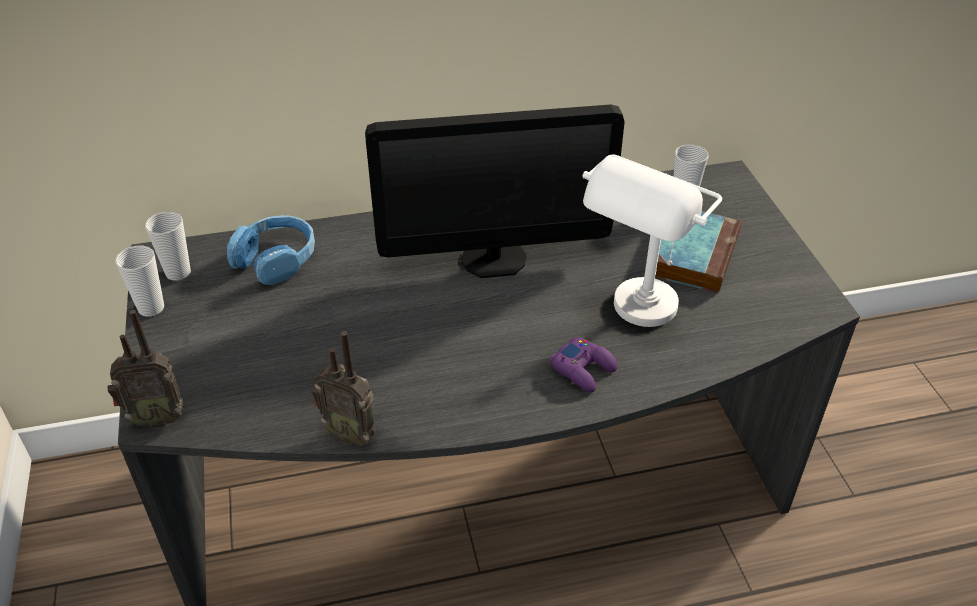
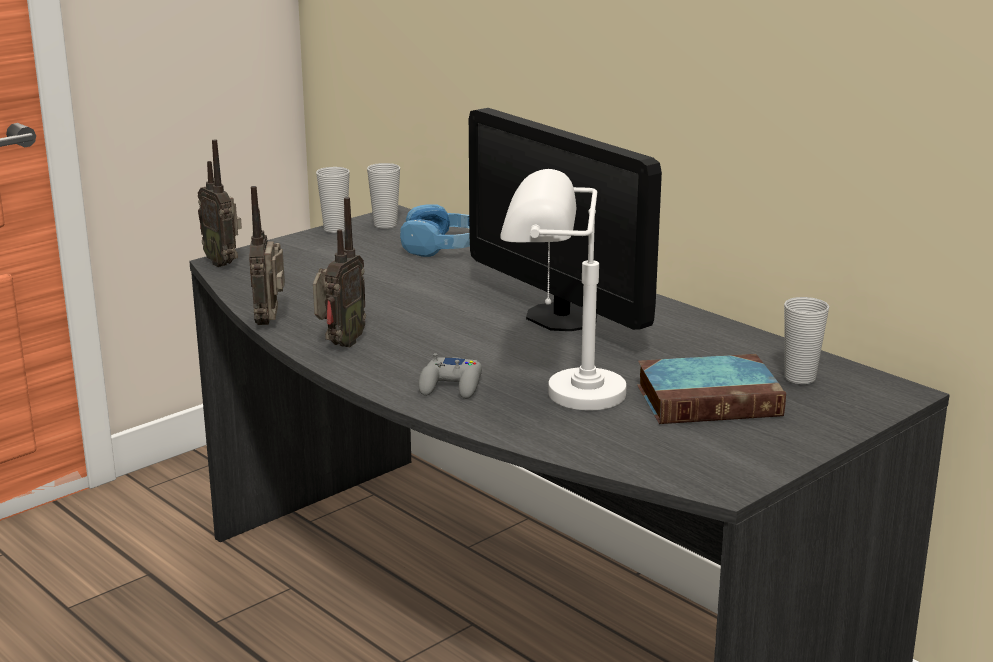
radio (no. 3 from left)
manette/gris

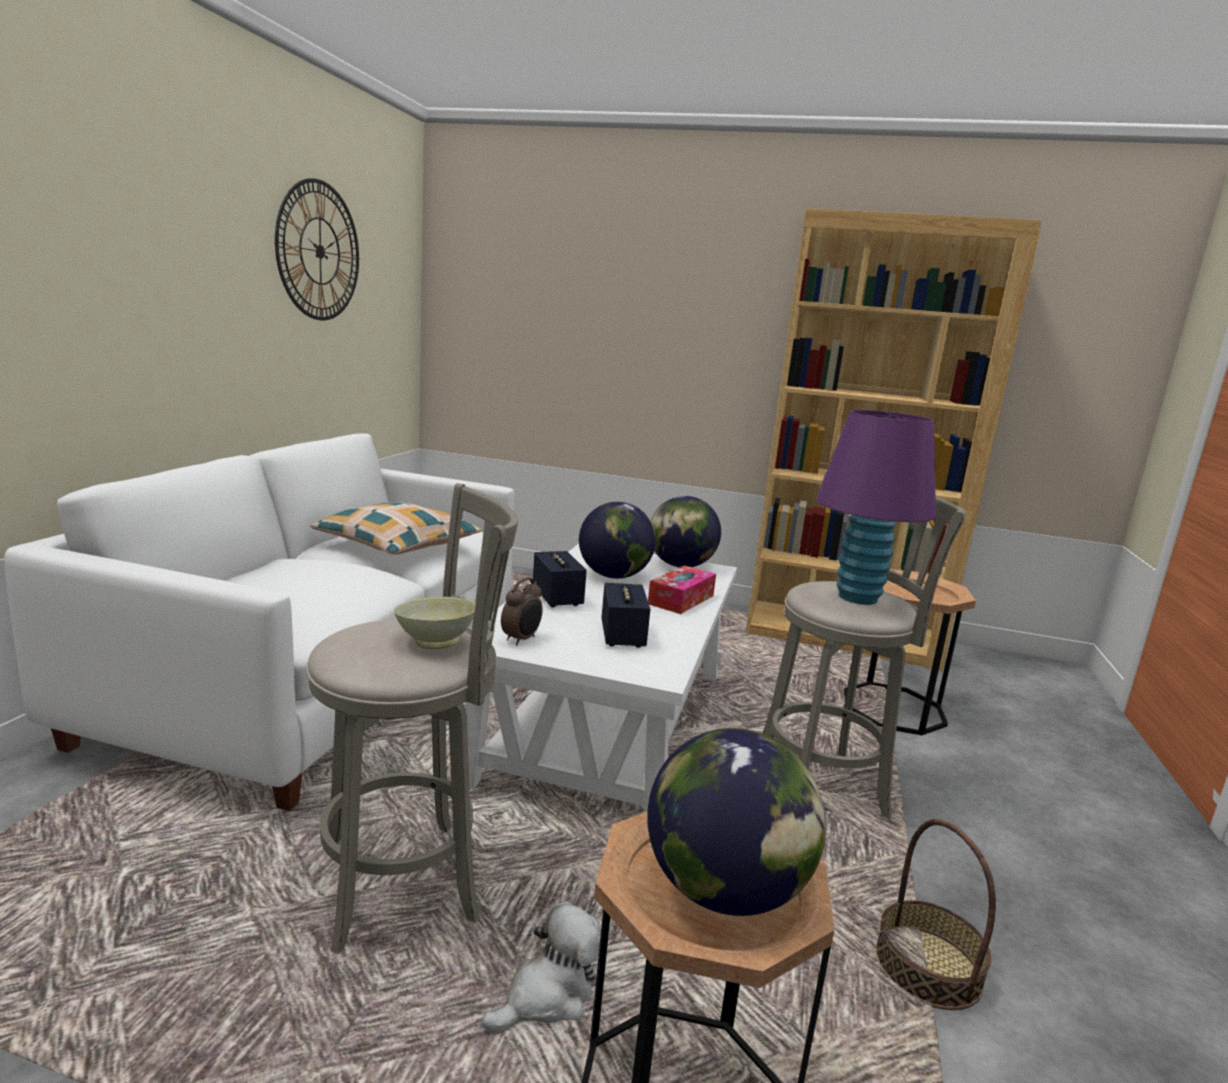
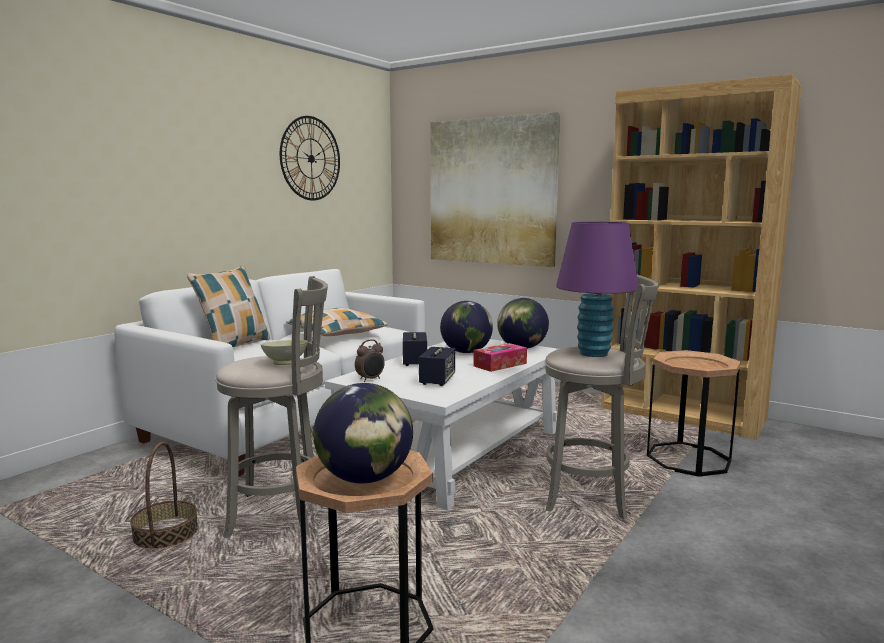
panier
coussin (no. 1 from left)
tableau
peluche

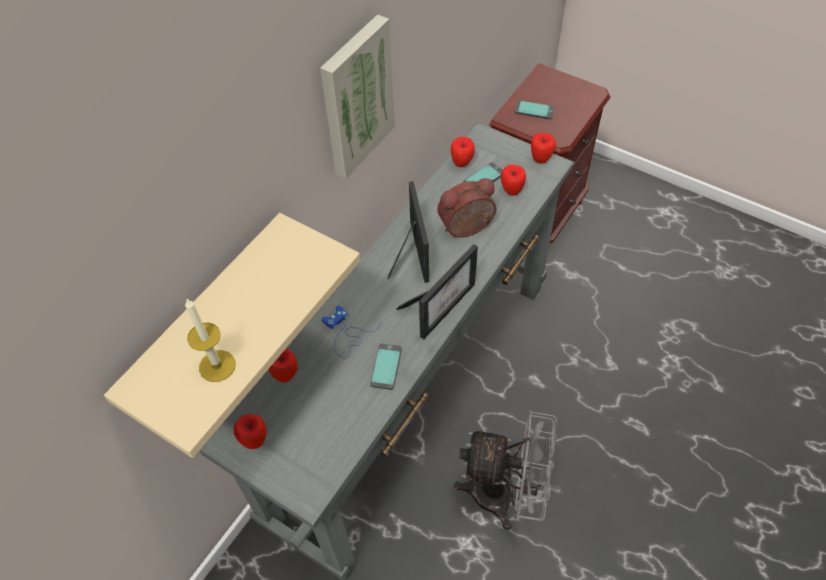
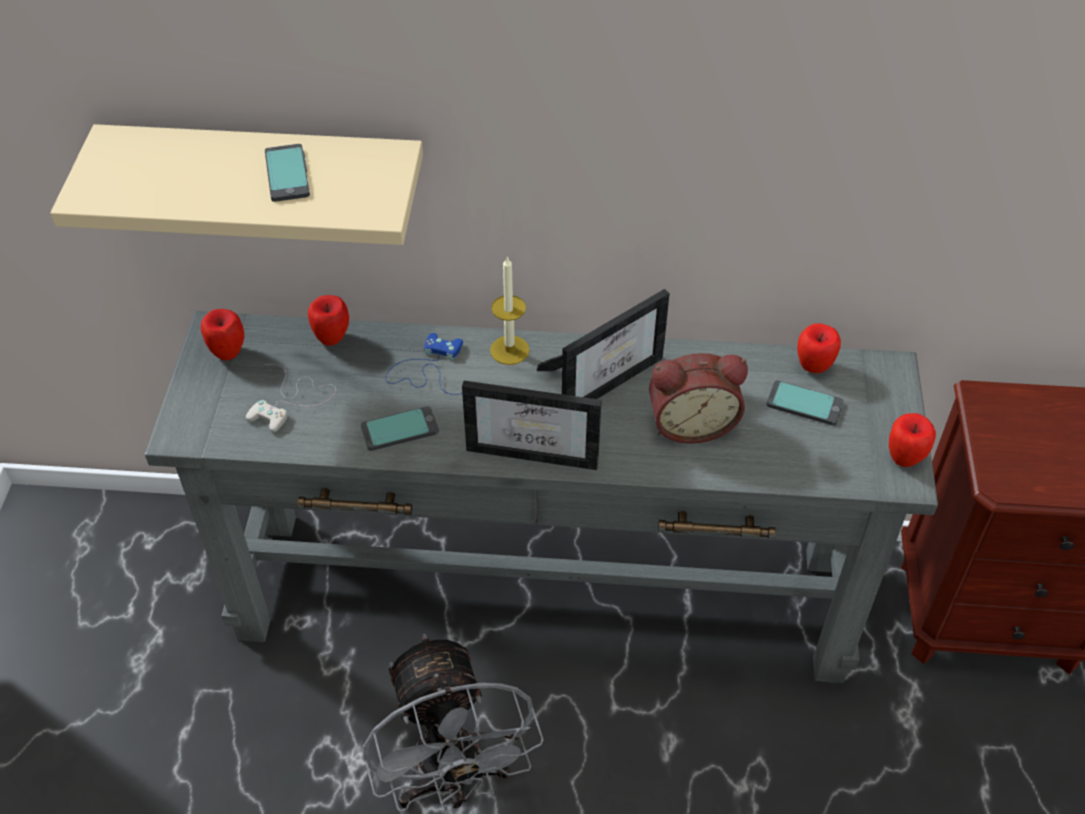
manette/blanc
téléphone (no. 1 from left)
bougie
réveil
tableau
pomme (no. 4 from left in the first image)

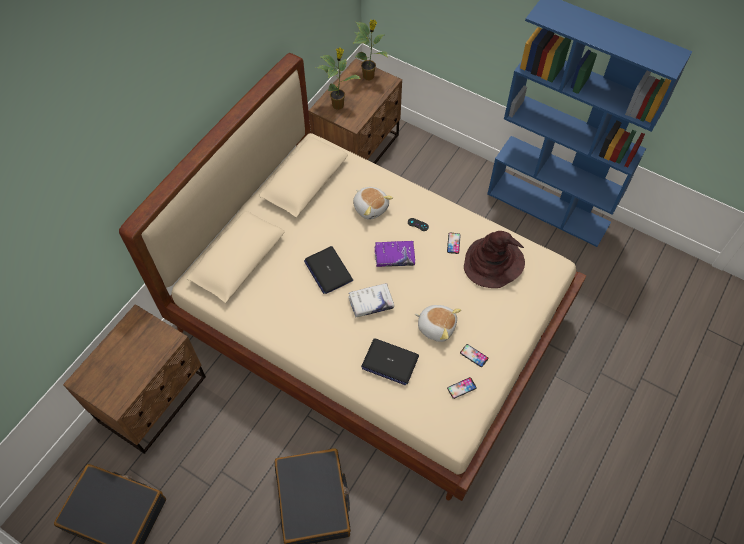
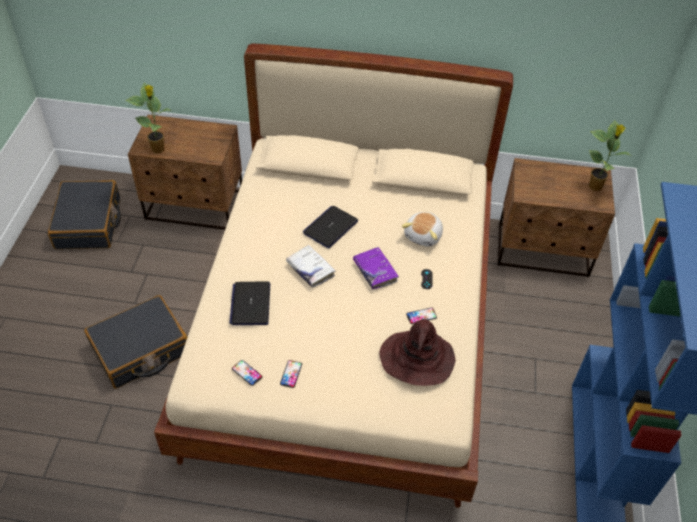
plante en pot (no. 1 from left)
peluche (no. 2 from left in the first image)

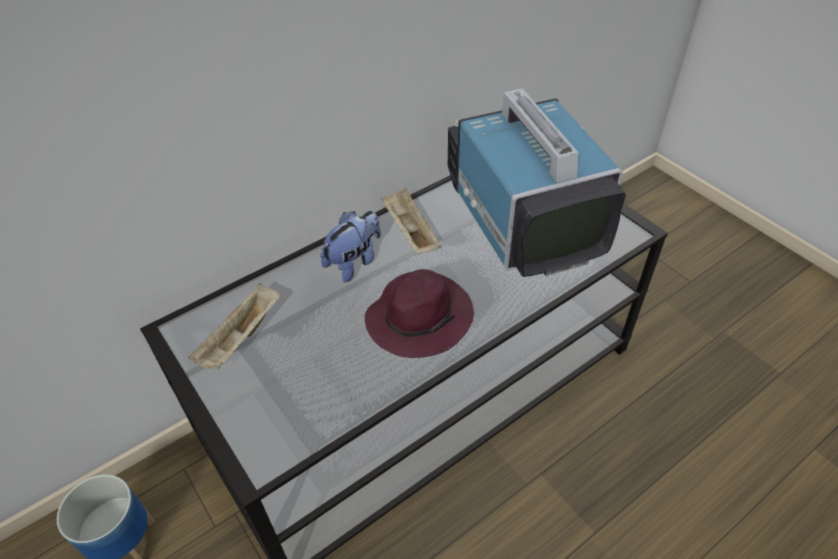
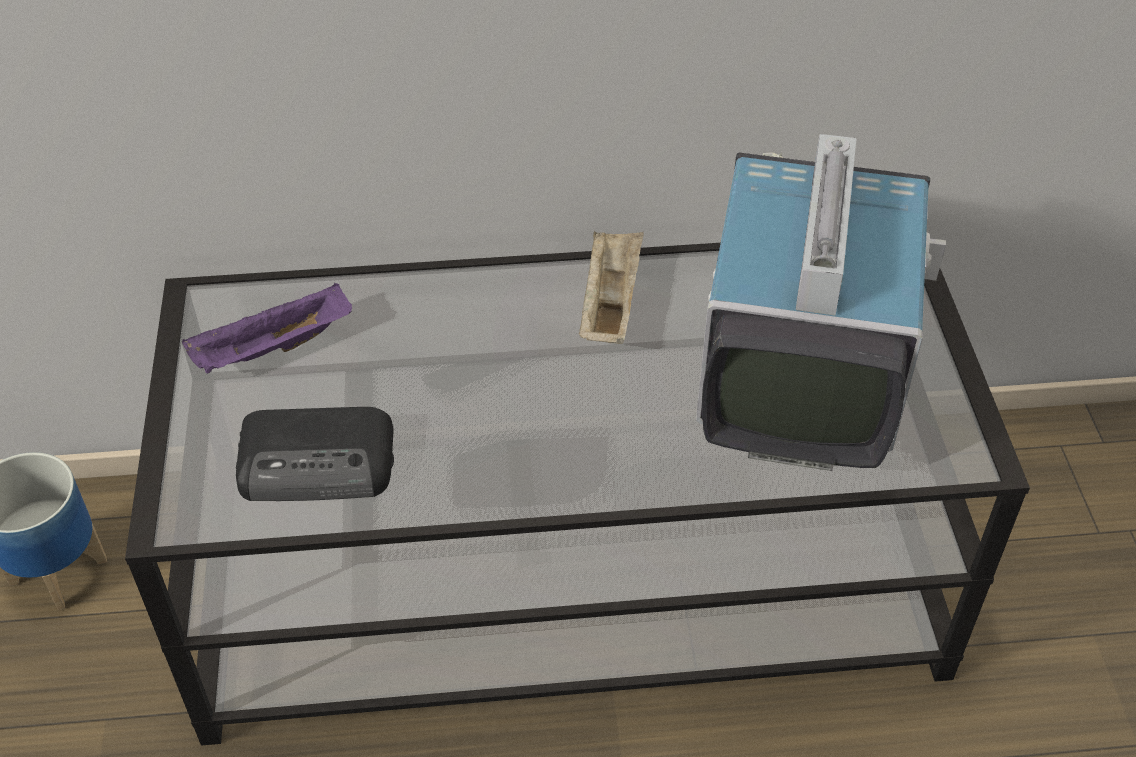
plateau/violet
radio
peluche
chapeau/violet

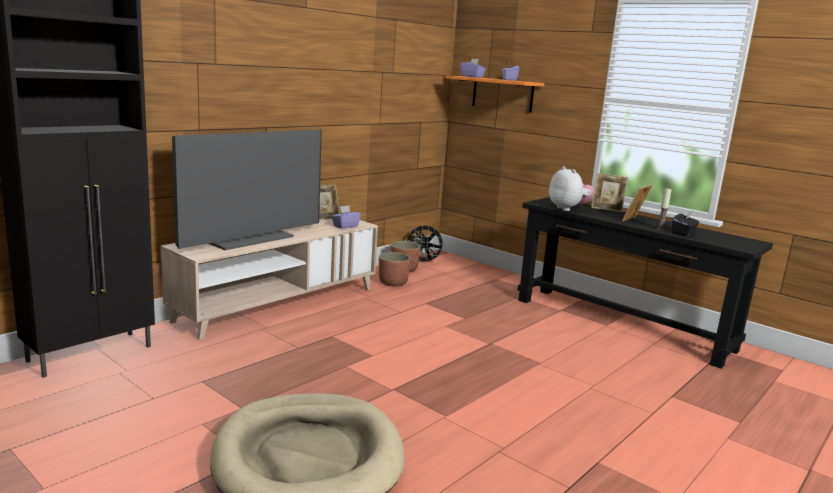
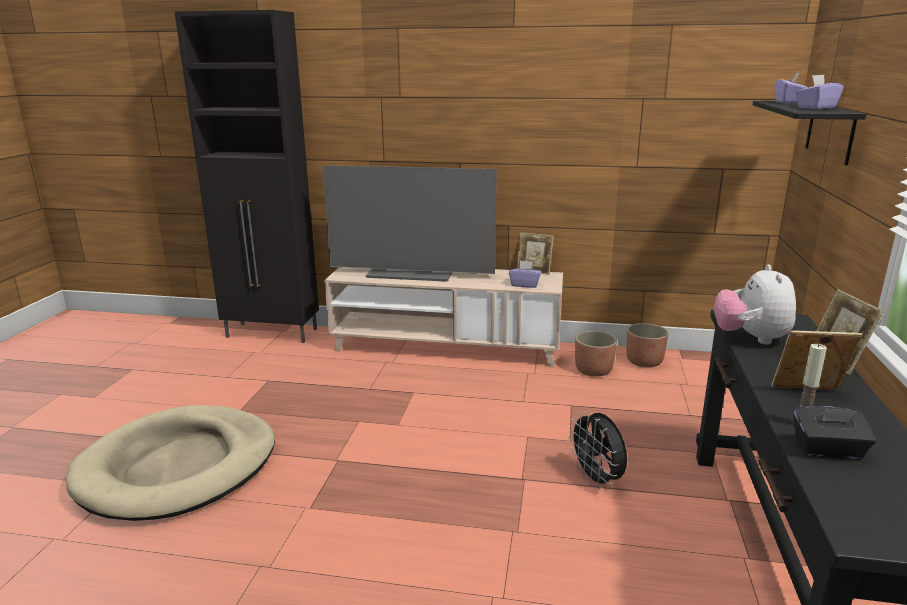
ventilateur/noir
peluche
étagère/noir

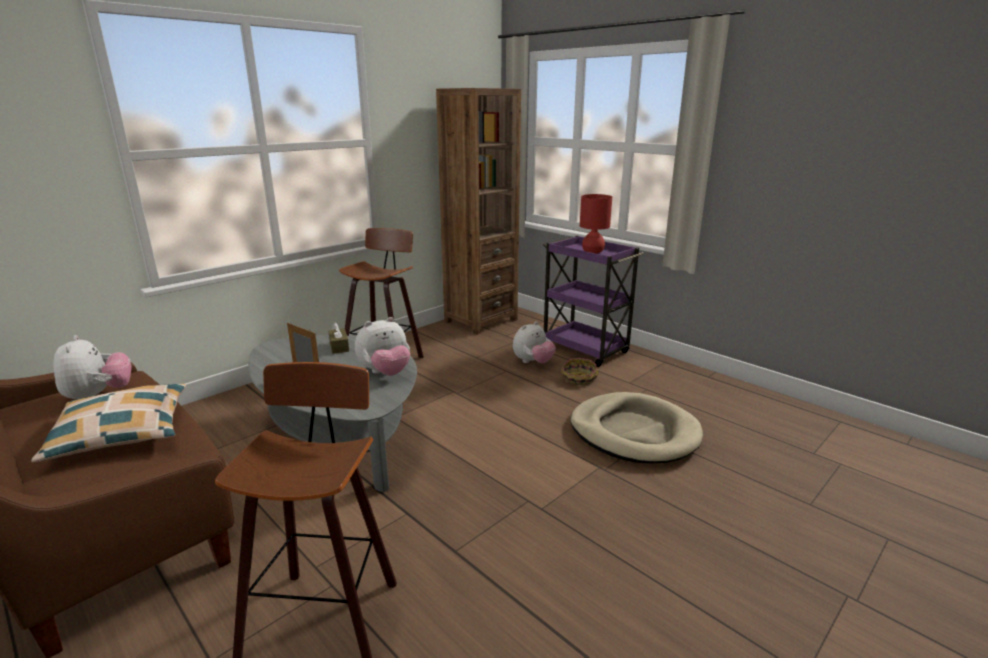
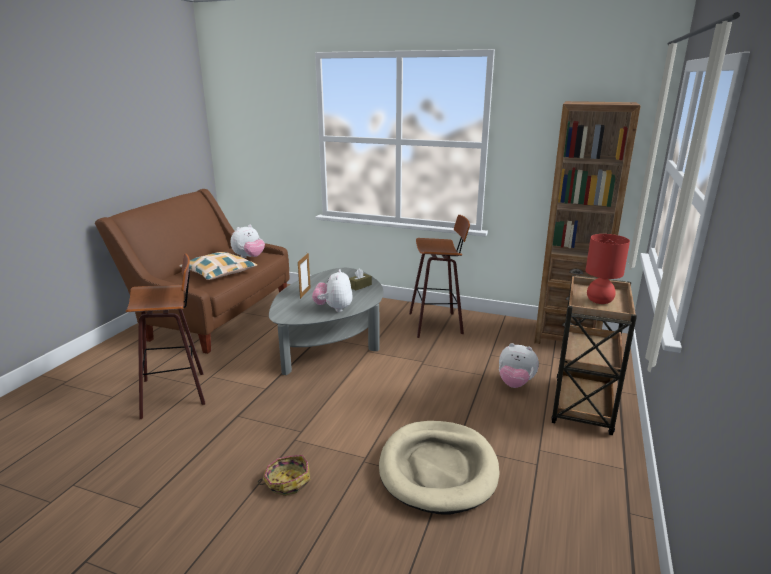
panier
peluche (no. 2 from left)
chariot/marron

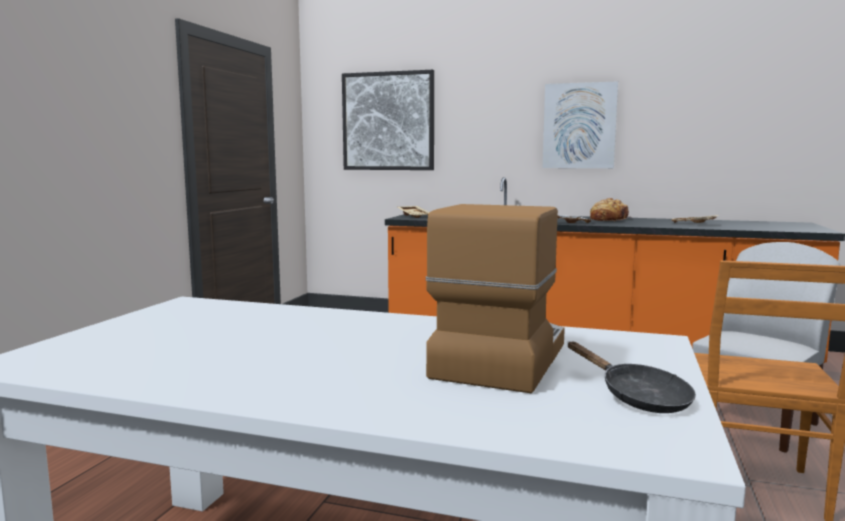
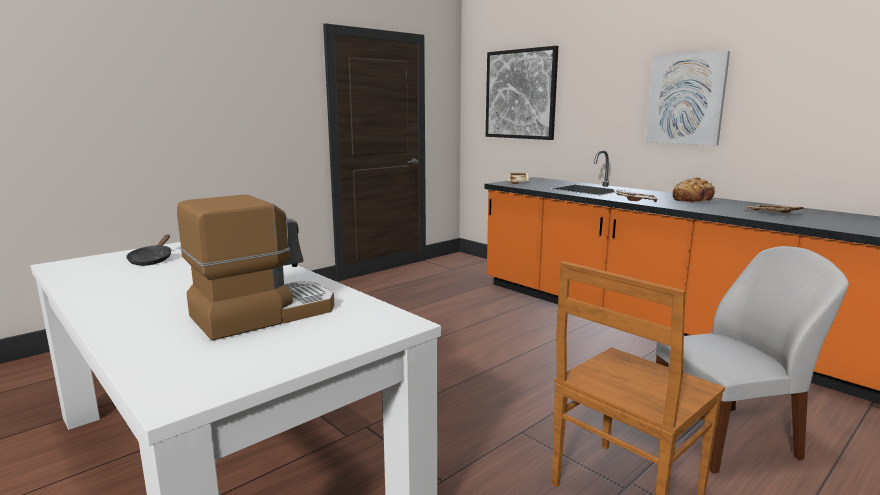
poêle/noir

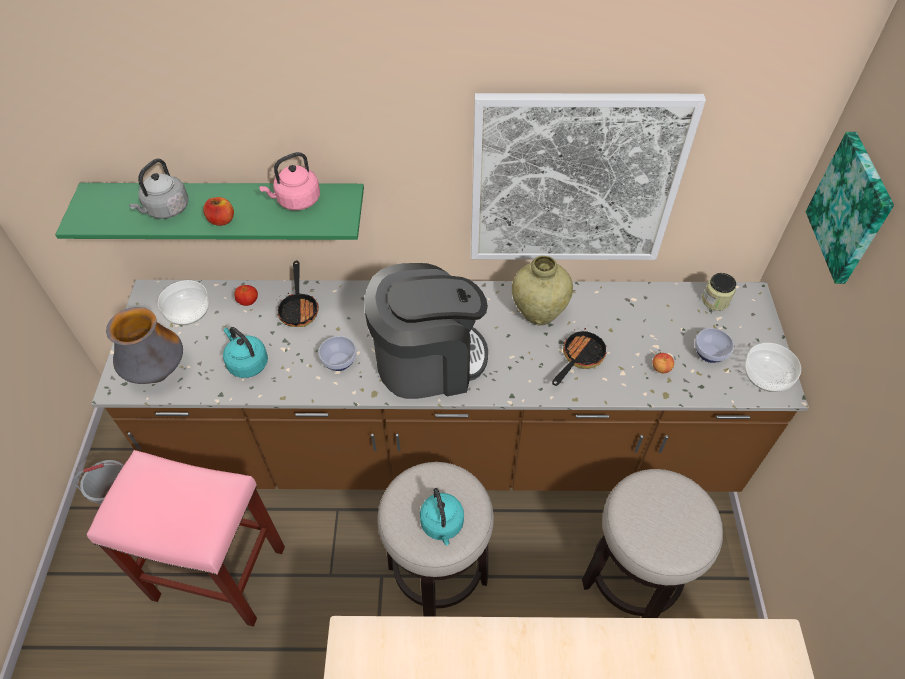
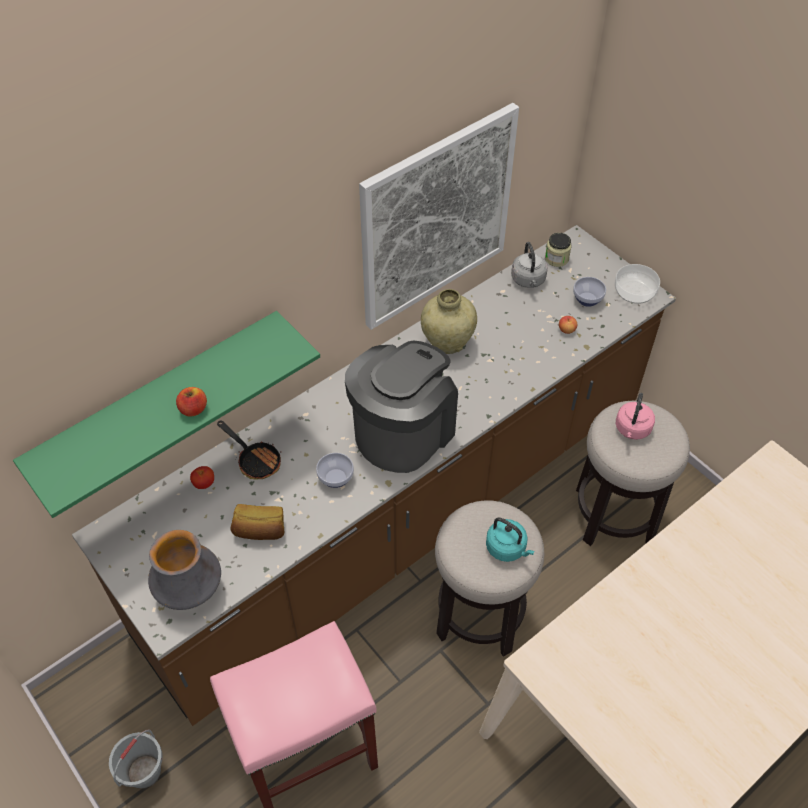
pain
bouilloire/gris
bouilloire/rose
bol (no. 1 from left in the first image)
poêle (no. 2 from left in the first image)
tableau (no. 2 from left in the first image)

